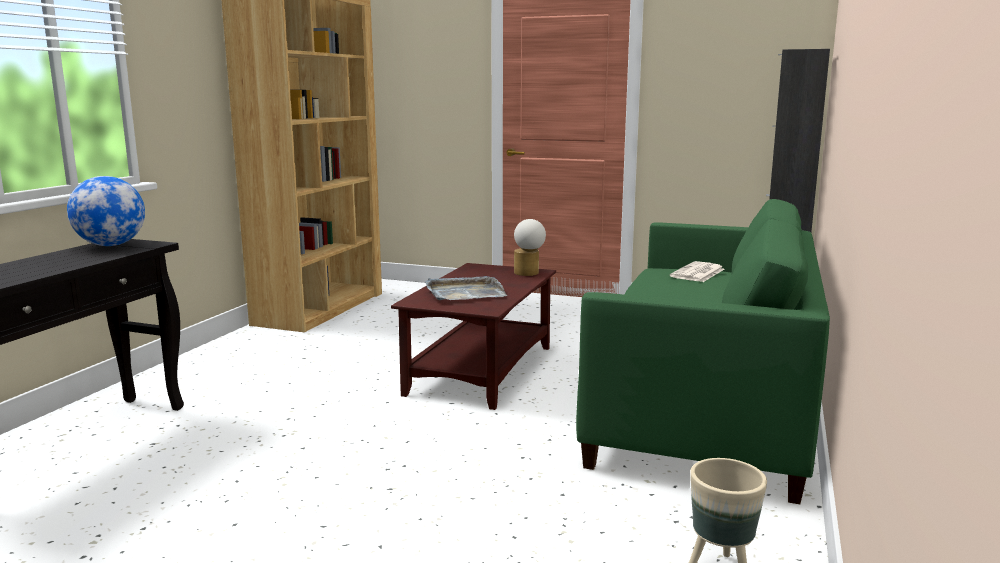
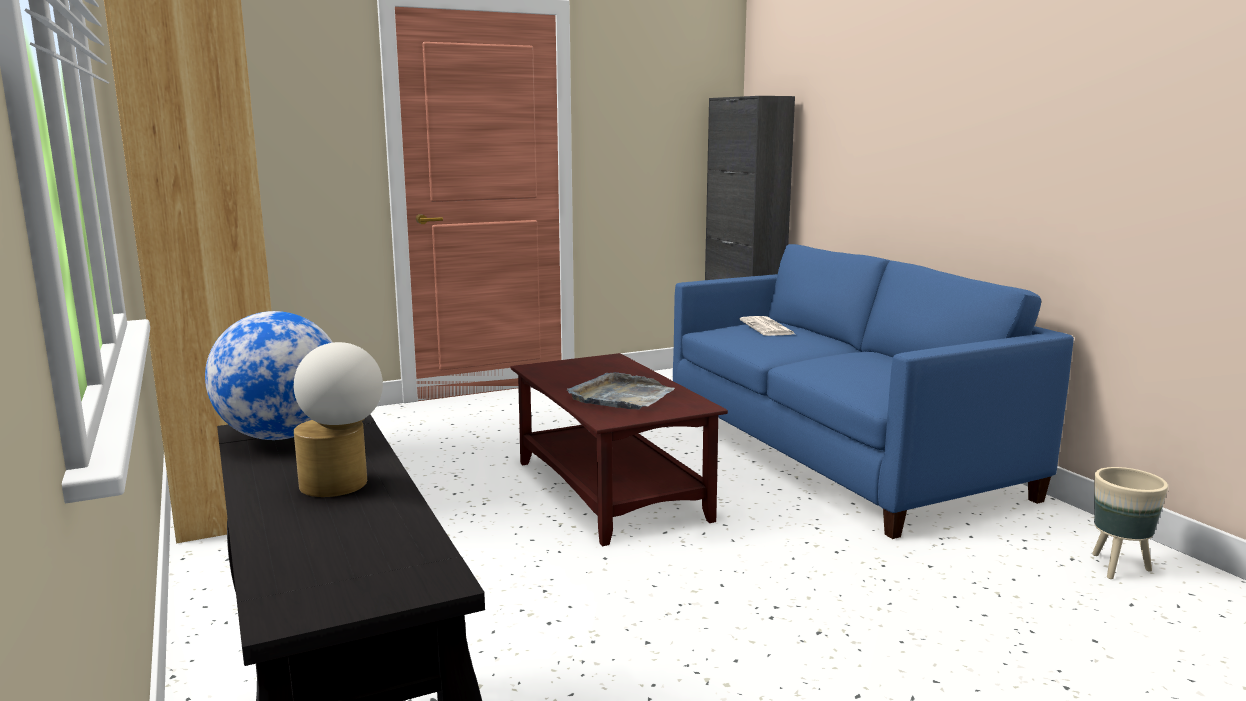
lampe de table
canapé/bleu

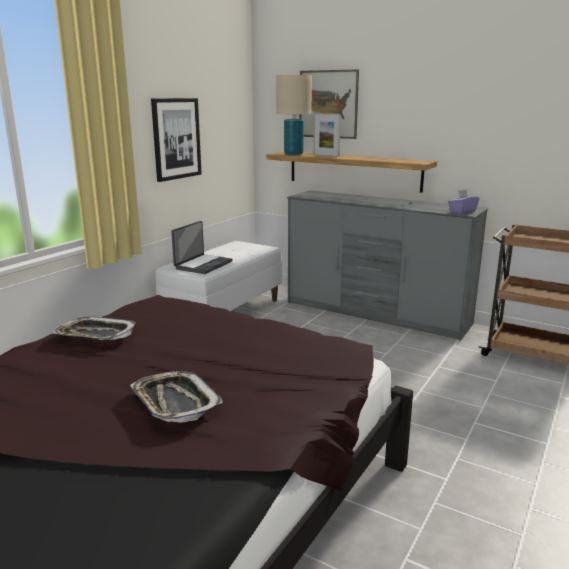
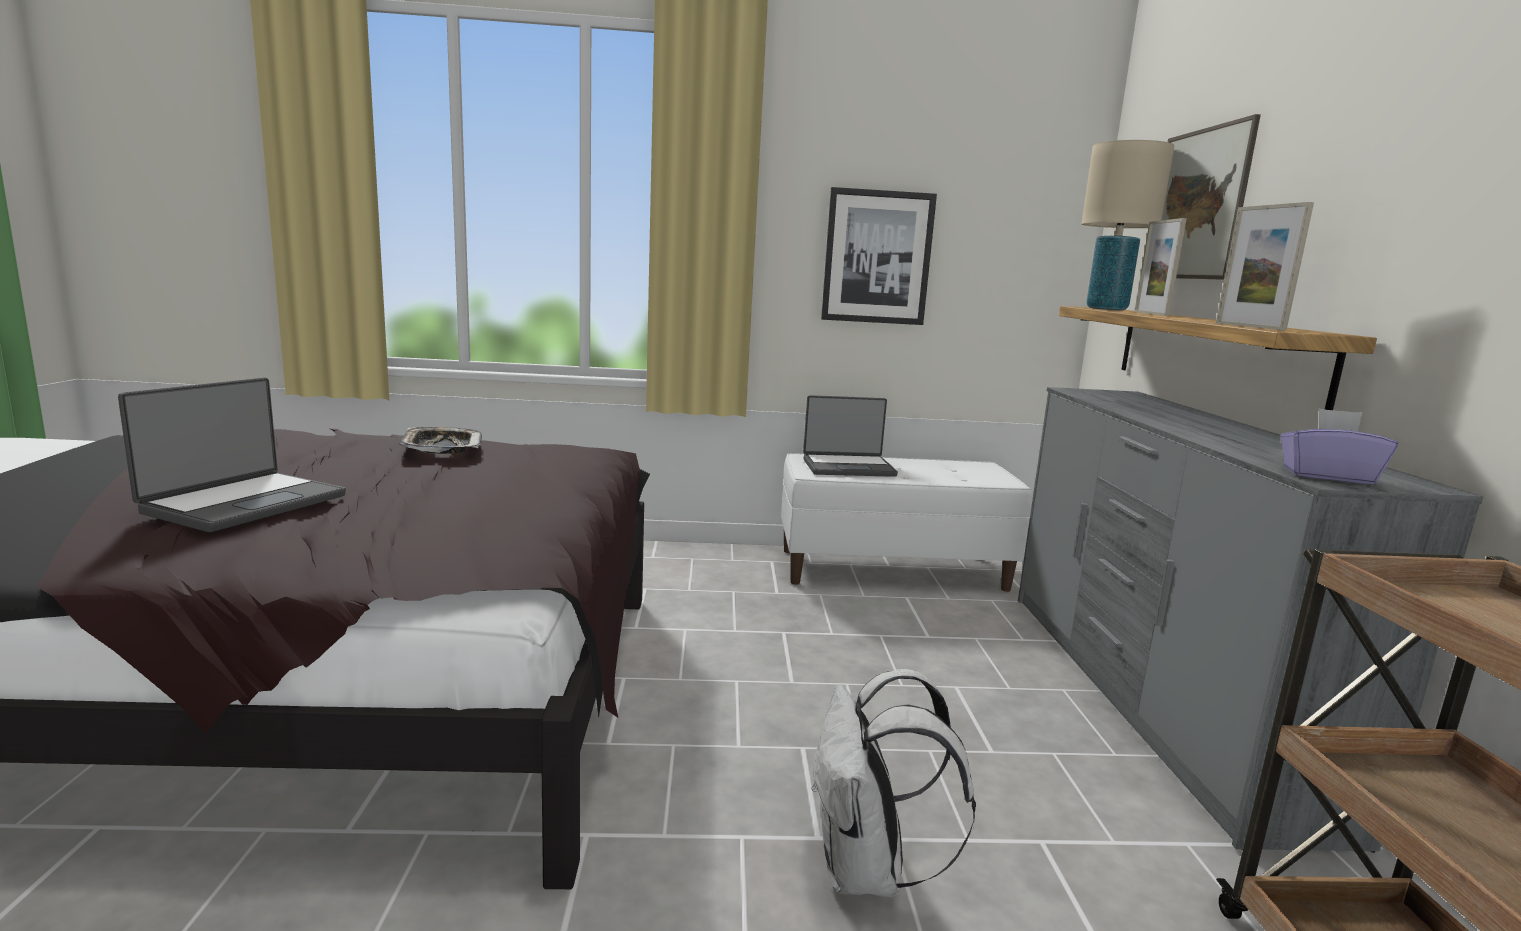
ordinateur portable (no. 1 from left)
sac à dos/blanc
cadre photo (no. 2 from left)

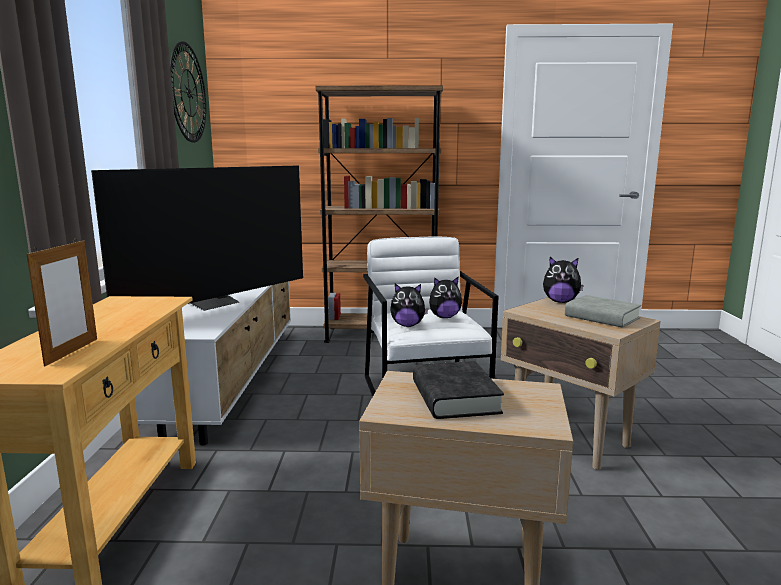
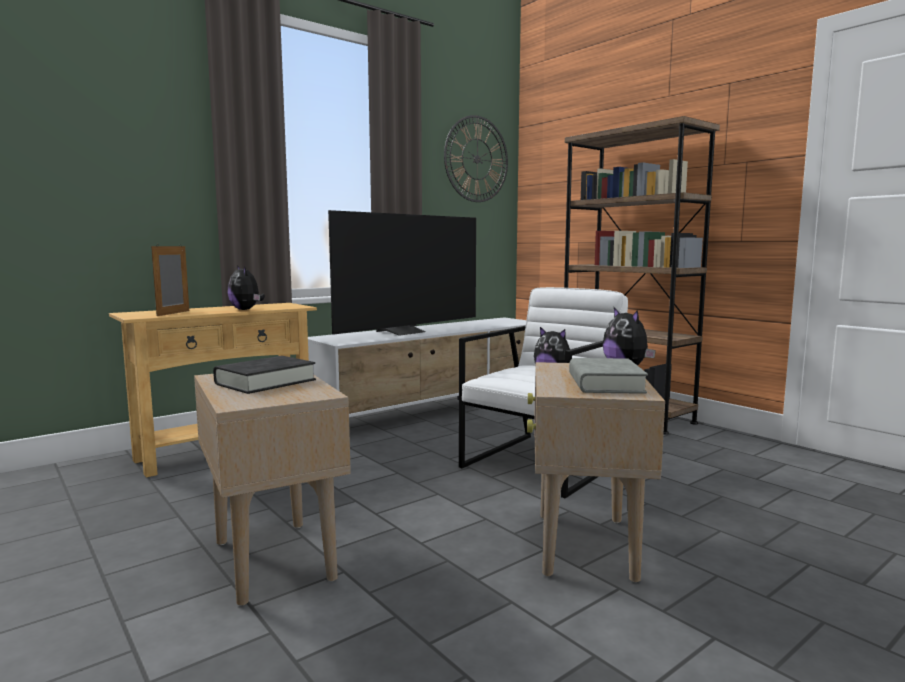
cadre photo
peluche (no. 1 from left)
téléviseur

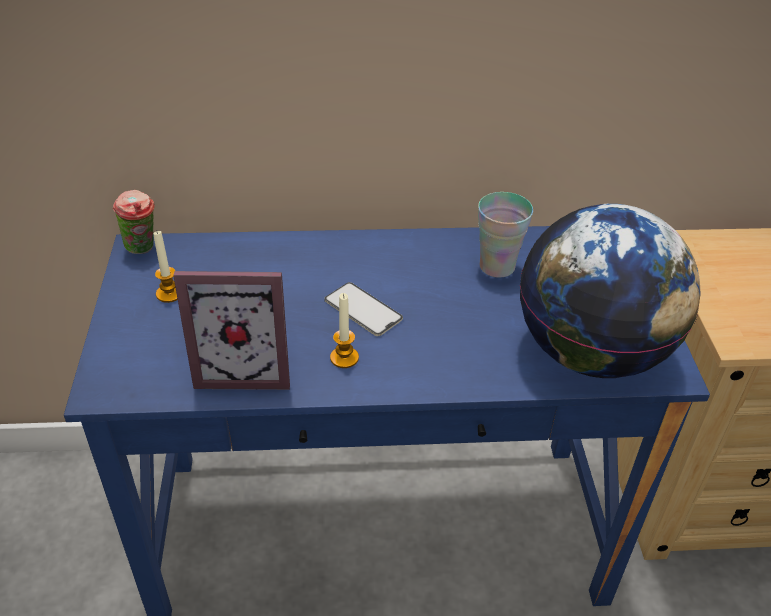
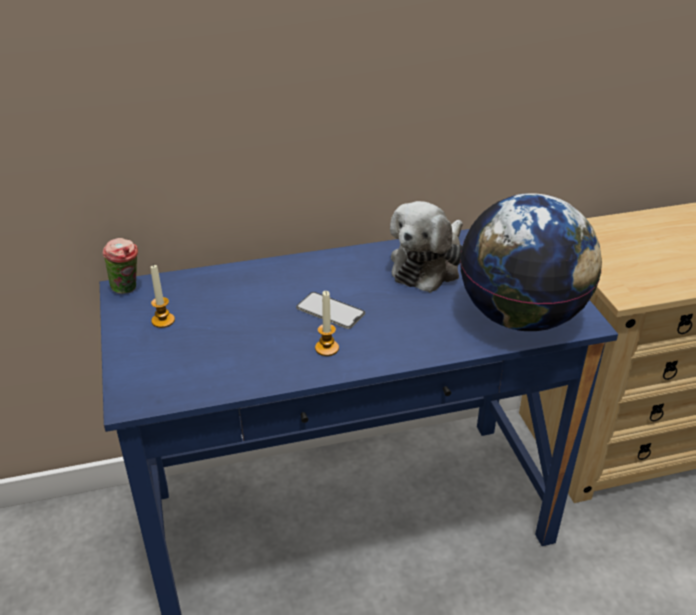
peluche
cadre photo

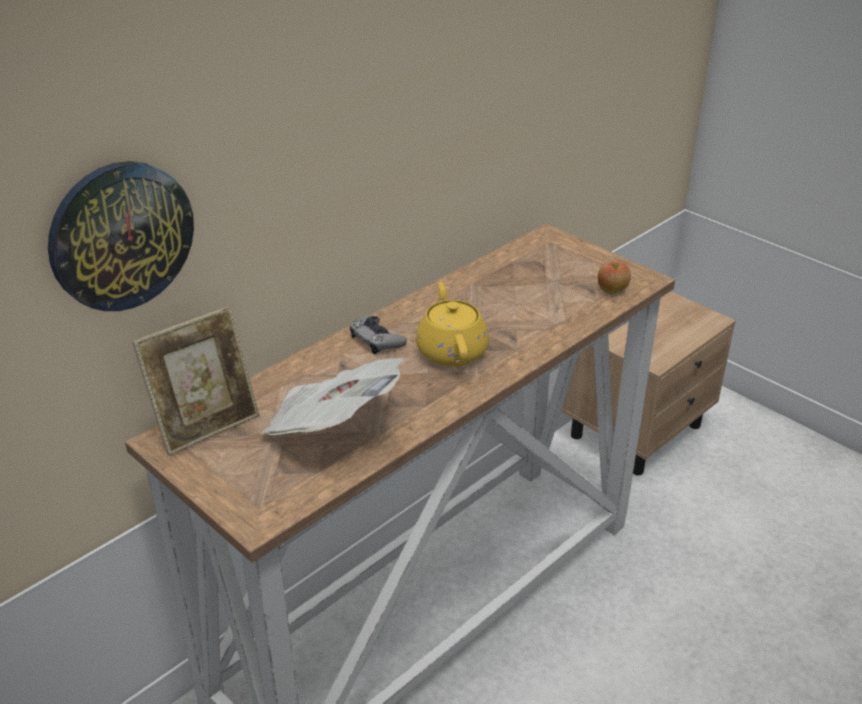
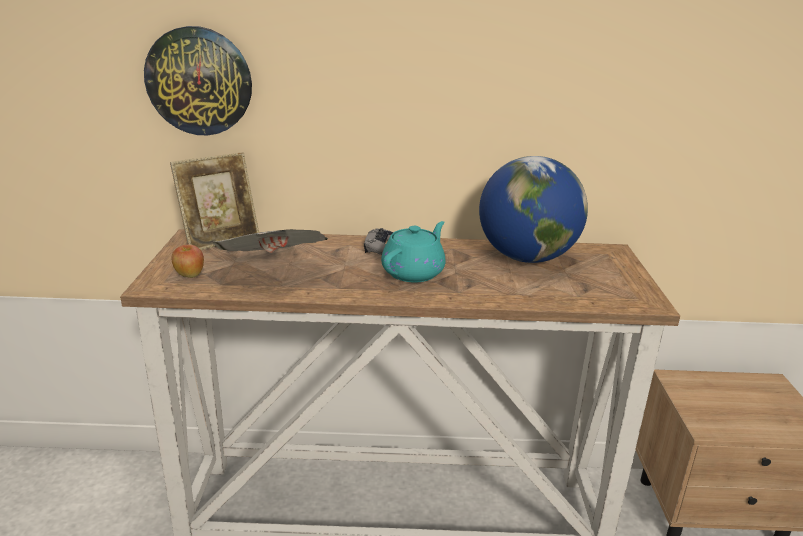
cadre photo
pomme
théière/turquoise
globe

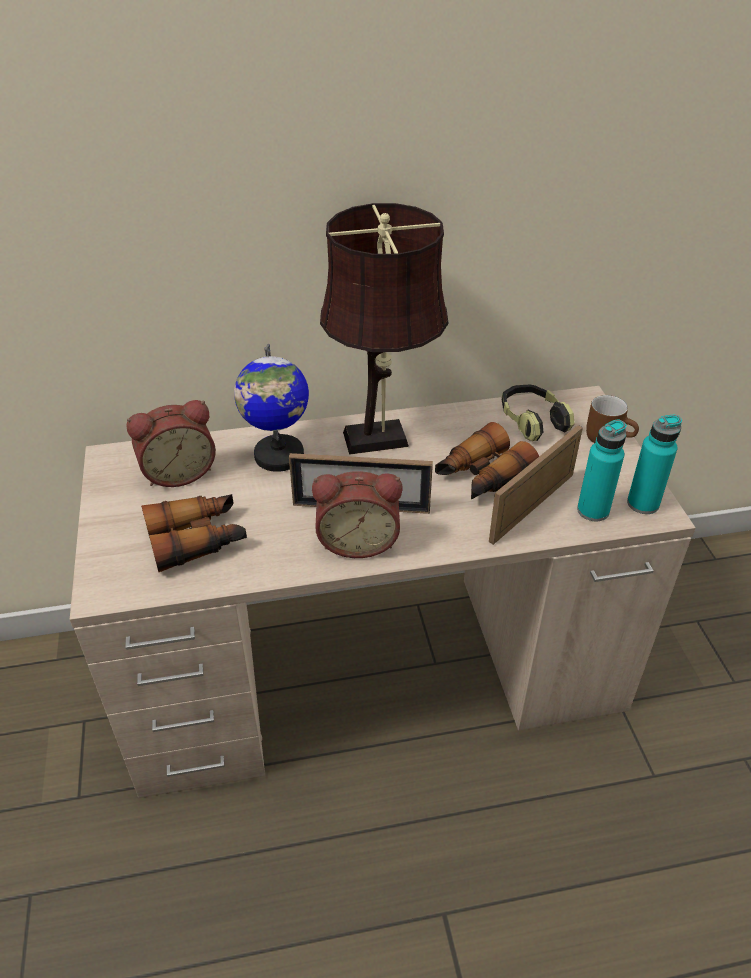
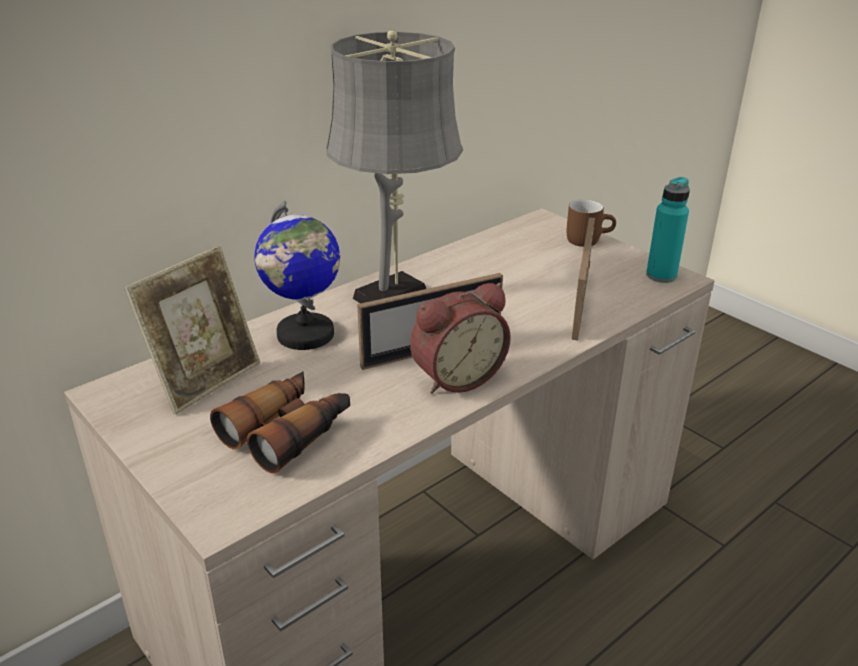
cadre photo (no. 1 from left)
lampe de table/gris
jumelles (no. 2 from left in the first image)
casque audio
bouteille/turquoise (no. 1 from left in the first image)

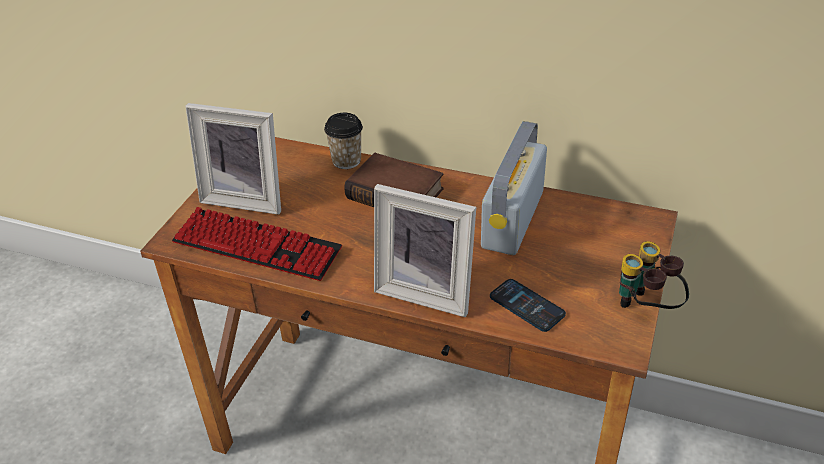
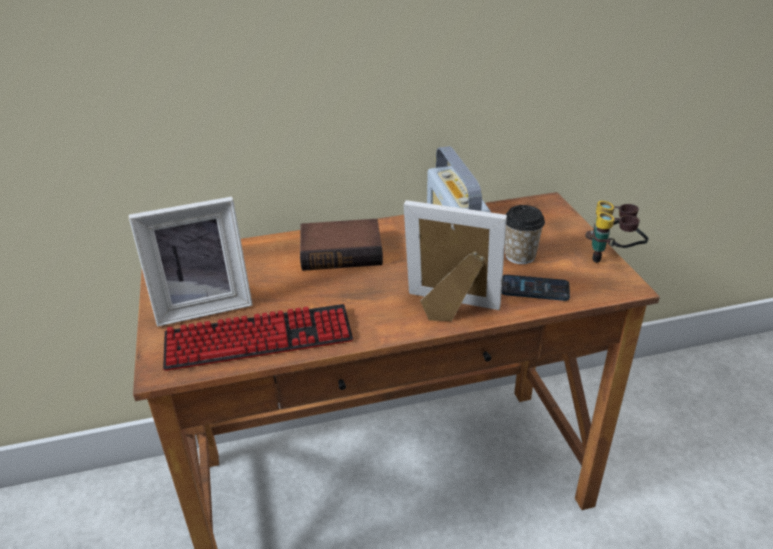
cadre photo (no. 2 from left)
tasse

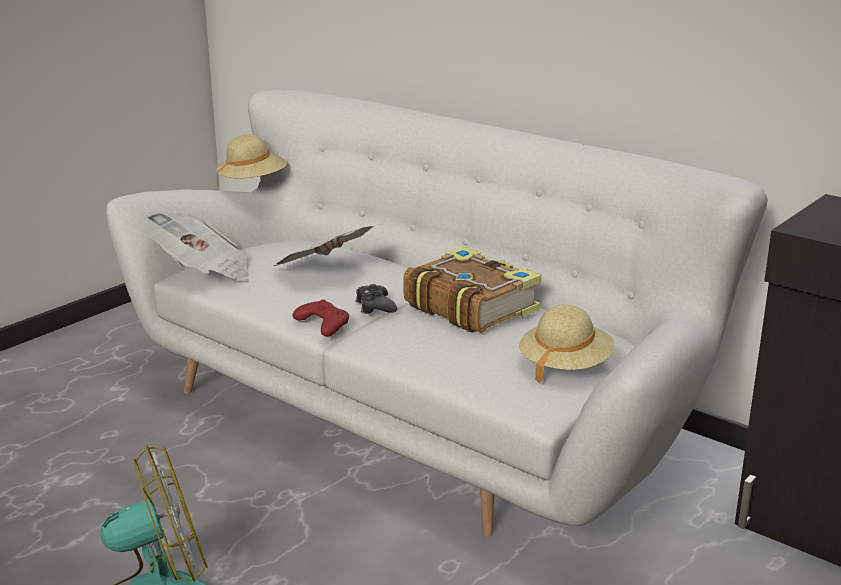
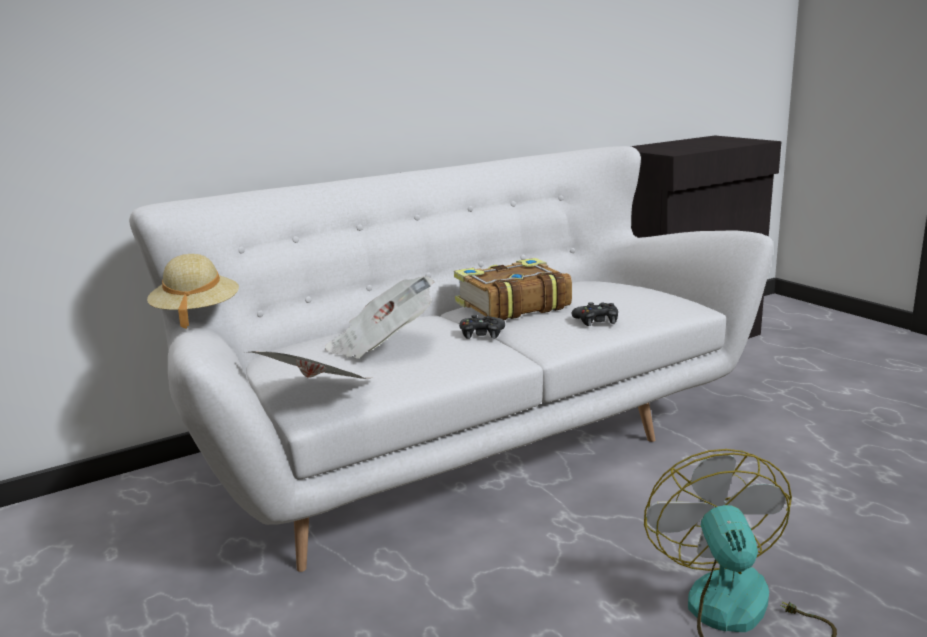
manette/noir (no. 2 from left)
manette/rouge
chapeau/beige (no. 2 from left in the first image)

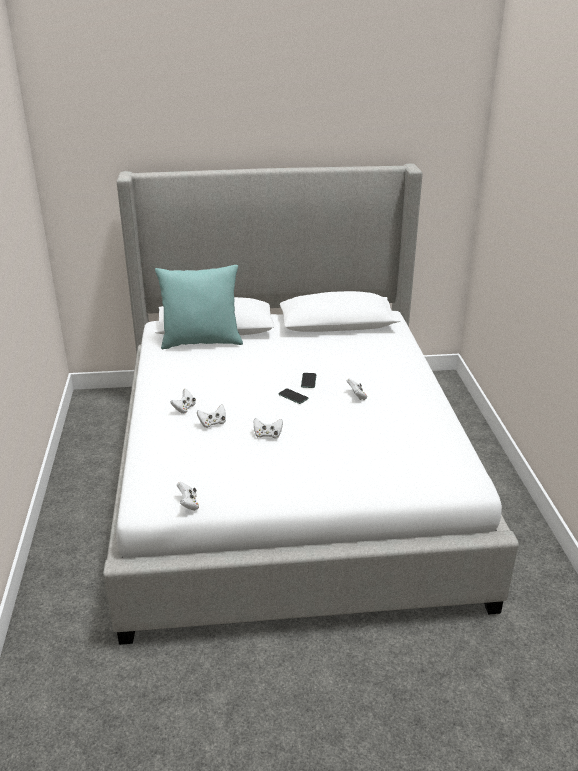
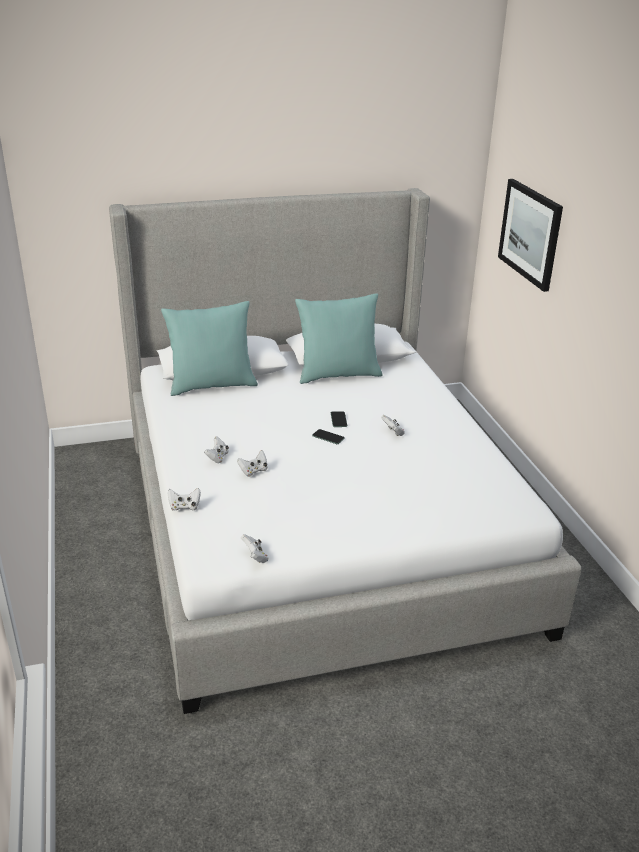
manette/blanc (no. 1 from left)
coussin/turquoise (no. 2 from left)
tableau

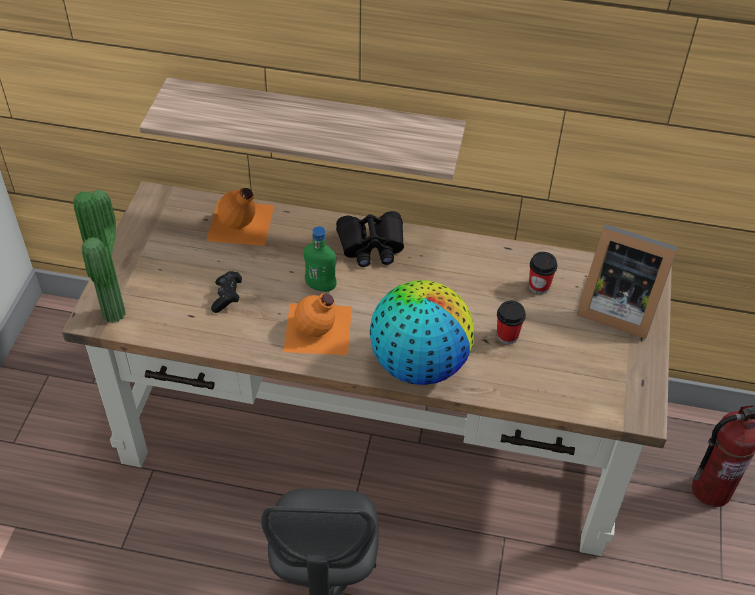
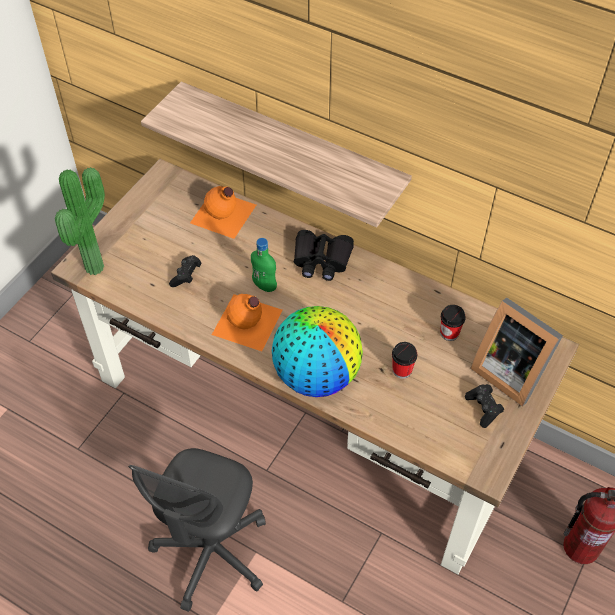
manette/noir (no. 2 from left)

